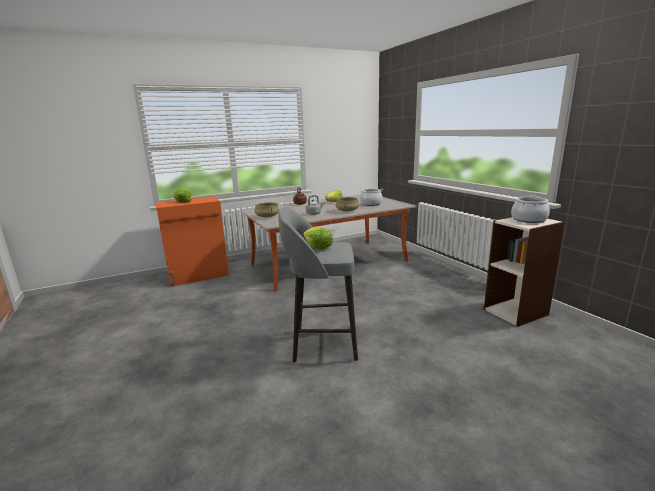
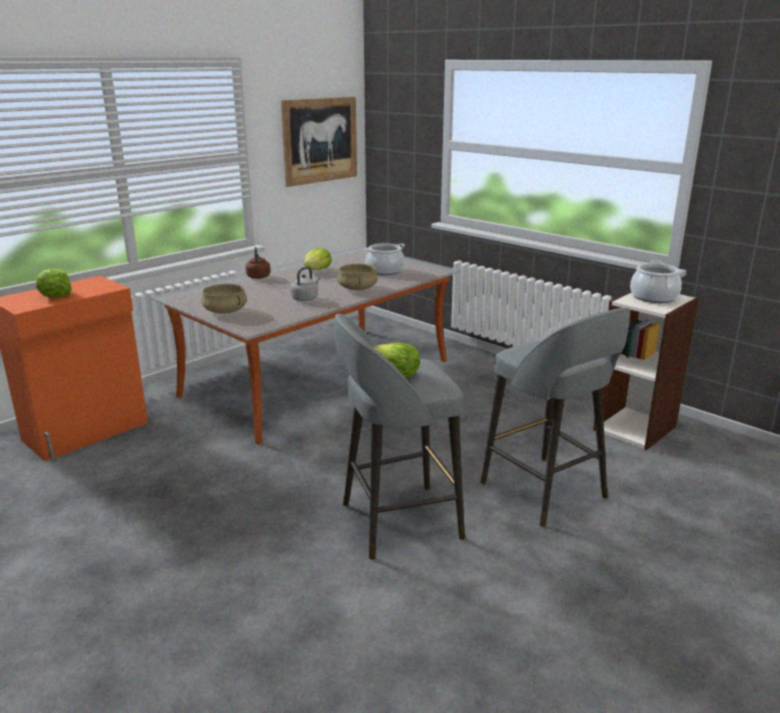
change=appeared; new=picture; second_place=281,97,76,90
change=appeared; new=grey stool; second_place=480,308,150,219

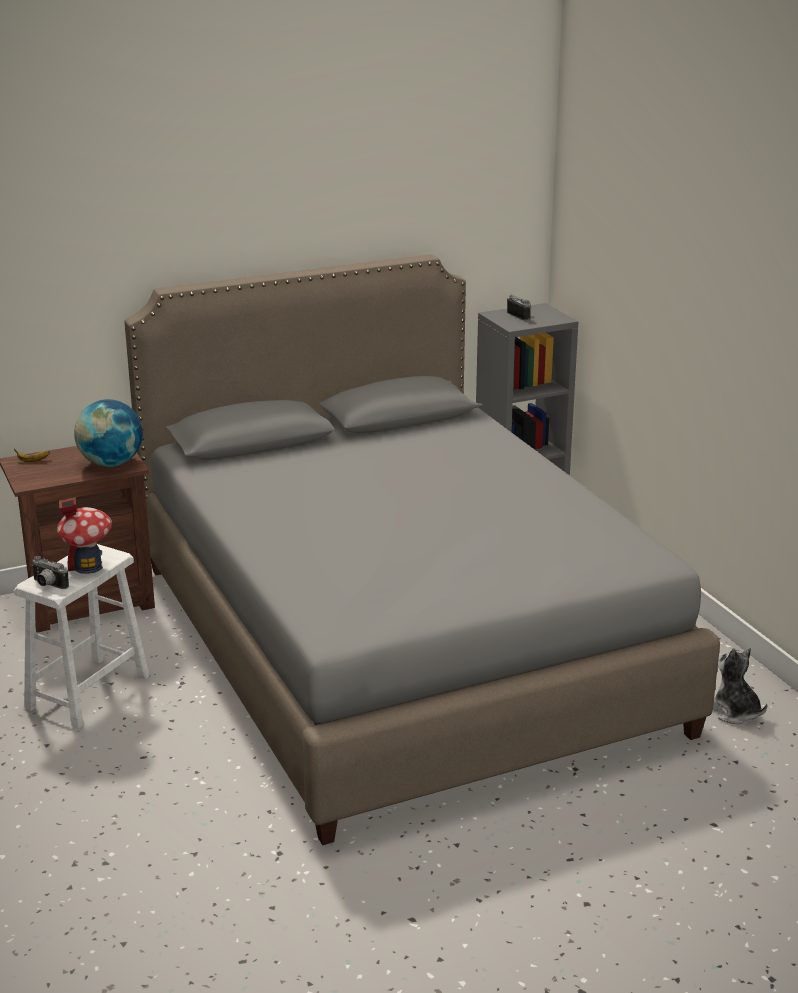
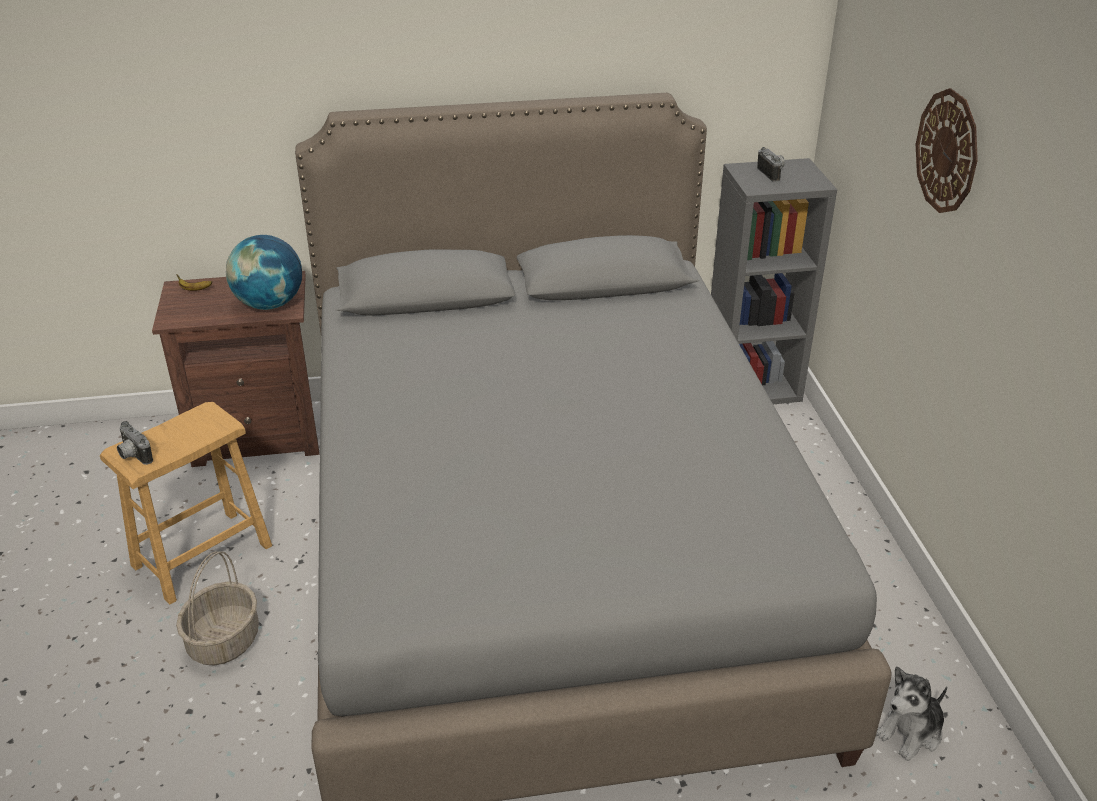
change=colour; old=white stool; new=brown stool; first_place=14,544,135,184; second_place=100,402,172,202
change=appeared; new=basket; second_place=176,551,83,114
change=spun; old=plush toy; first_place=713,648,54,76; second_place=876,666,71,95; degrees=-105
change=appeared; new=wall clock; second_place=916,88,62,125
change=missing; old=toy house; first_place=57,497,55,77

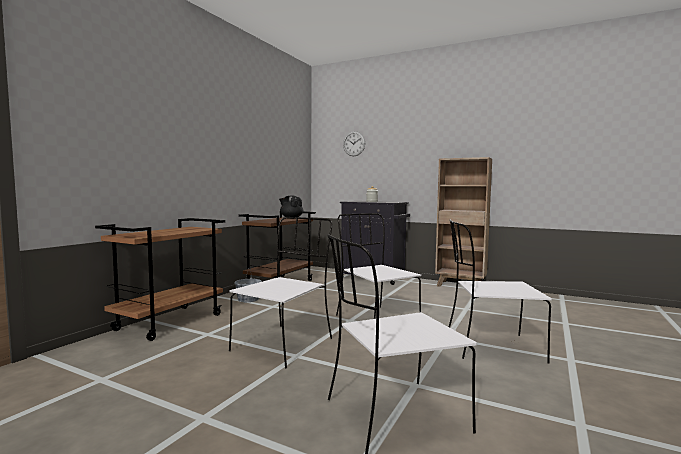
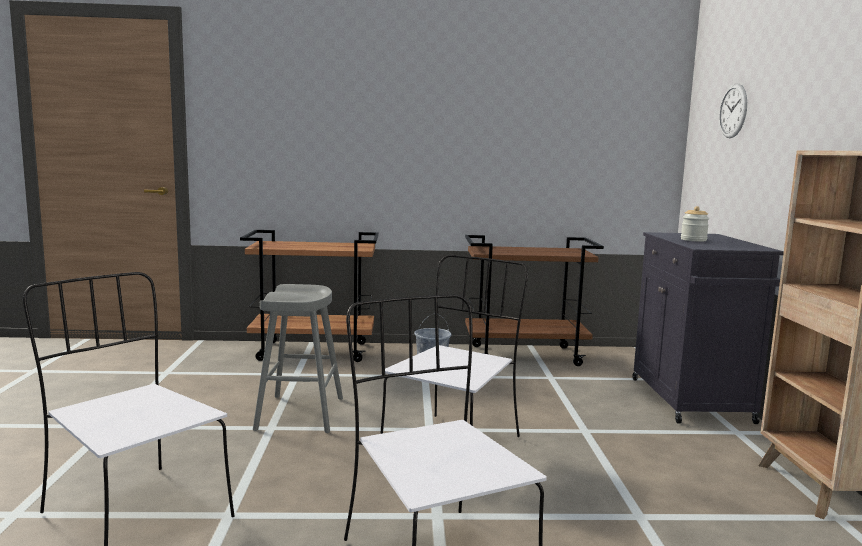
change=exchanged; old=white chair; new=grey stool; first_place=229,217,103,152; second_place=253,284,90,149
change=missing; old=black teapot; first_place=279,196,24,23

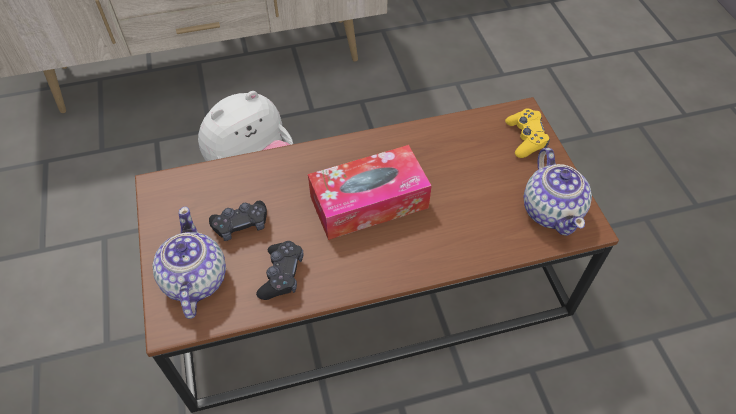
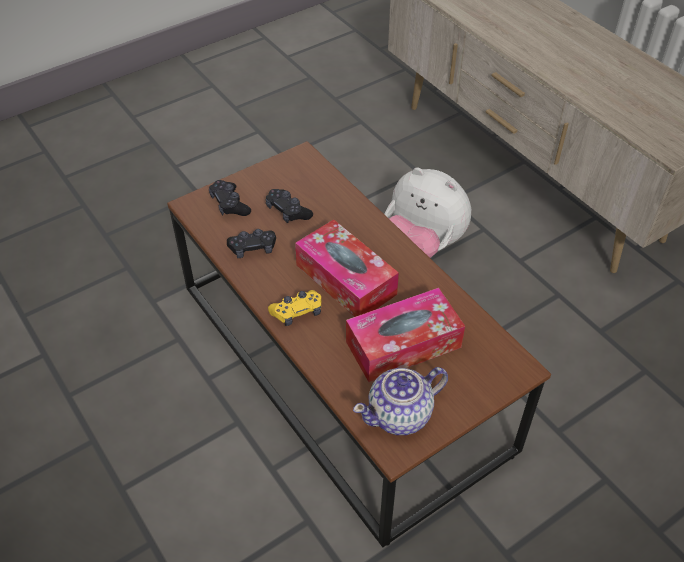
change=exchanged; old=teapot; new=black game controller; first_place=152,206,74,113; second_place=209,180,42,36
change=relocated; old=yellow game controller; first_place=505,108,45,50; second_place=268,290,53,36
change=appeared; new=tissue box; second_place=346,288,119,94

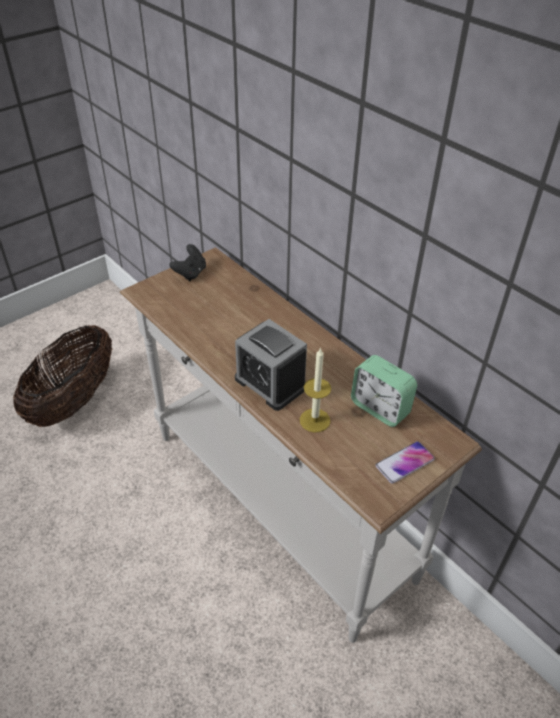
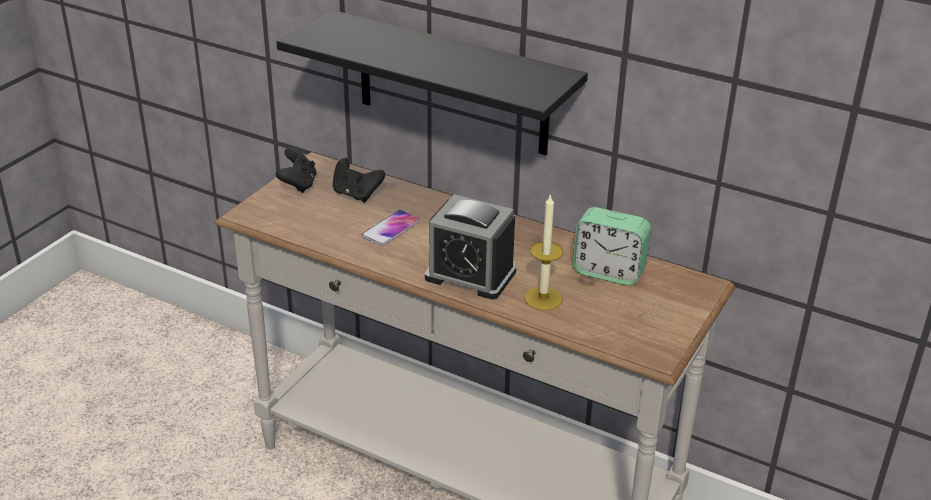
change=appeared; new=black shelf; second_place=277,10,311,145
change=appeared; new=black game controller; second_place=333,158,52,45
change=relocated; old=phone; first_place=376,441,59,43; second_place=361,210,59,36
change=missing; old=basket; first_place=13,325,99,102

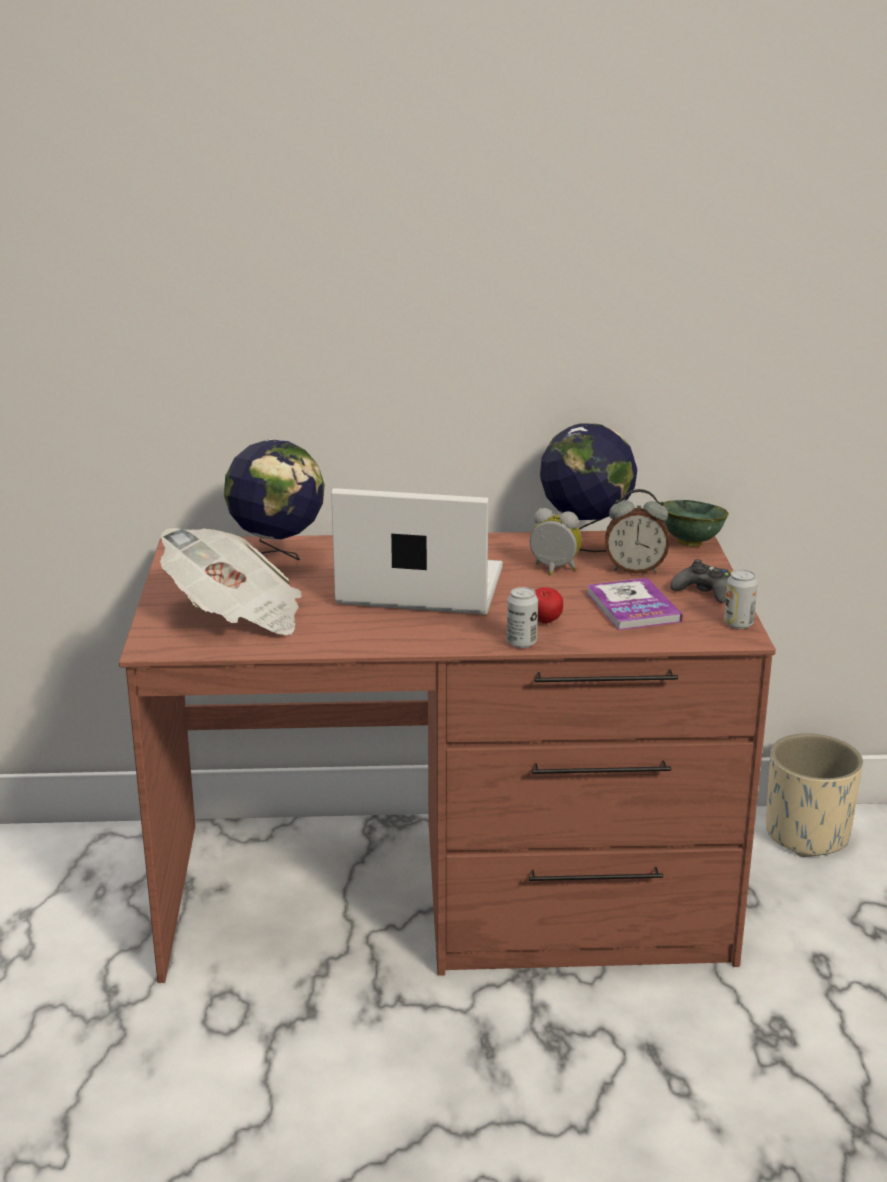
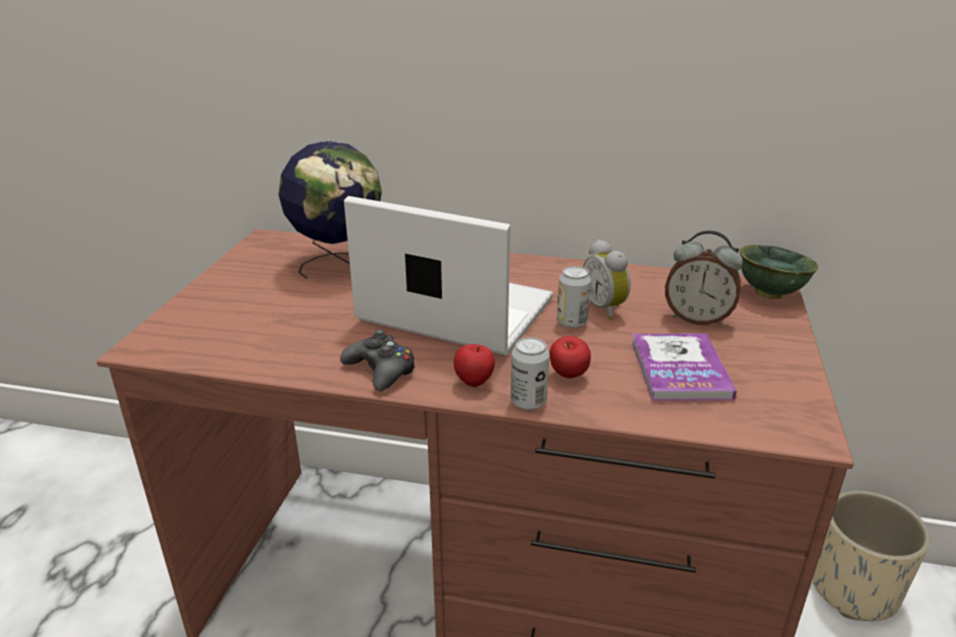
change=relocated; old=black game controller; first_place=670,559,61,44; second_place=340,329,75,62
change=appeared; new=apple; second_place=454,344,41,43
change=relocated; old=can; first_place=724,570,34,59; second_place=557,266,34,62
change=spun; old=alarm clock; first_place=530,508,52,67; second_place=583,239,48,81; degrees=-150
change=missing; old=newspaper; first_place=160,528,142,107
change=missing; old=globe; first_place=540,423,97,129

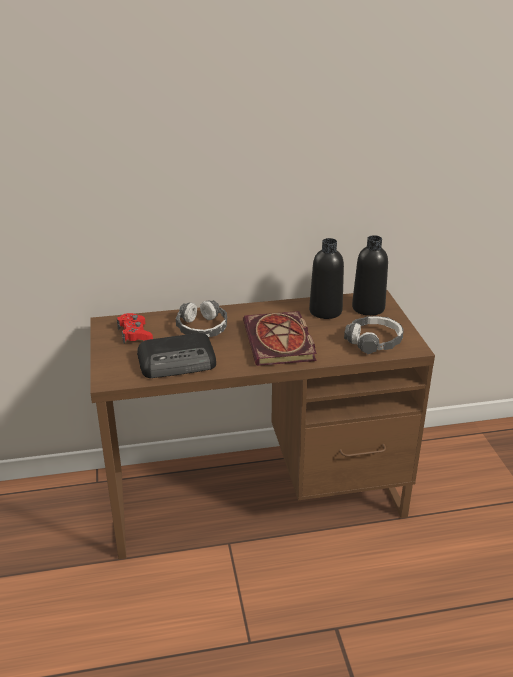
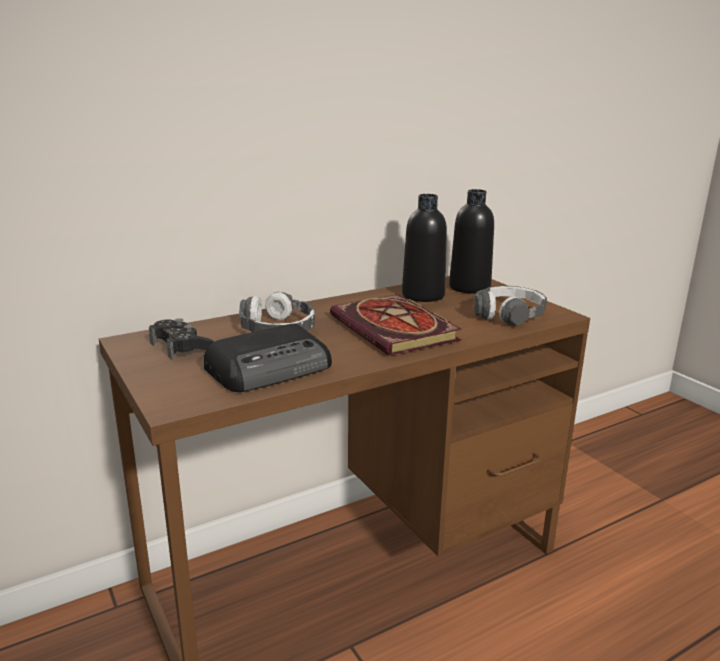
change=colour; old=red game controller; new=black game controller; first_place=117,313,36,30; second_place=149,318,65,41

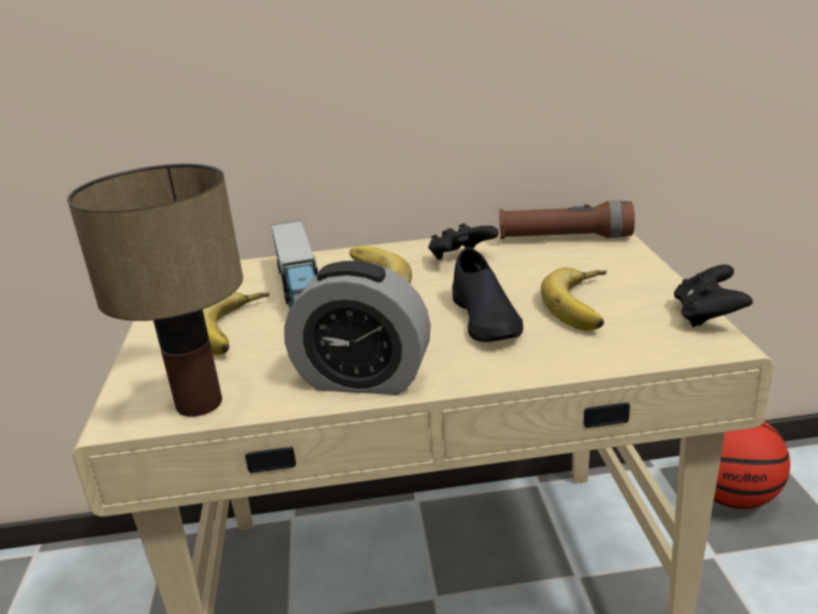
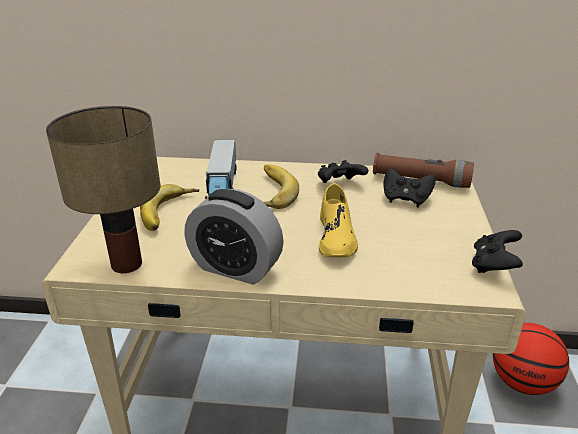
change=colour; old=black shoe; new=yellow shoe; first_place=452,247,71,95; second_place=319,183,39,74
change=appeared; new=black game controller; second_place=383,168,53,39
change=missing; old=banana; first_place=541,268,66,63

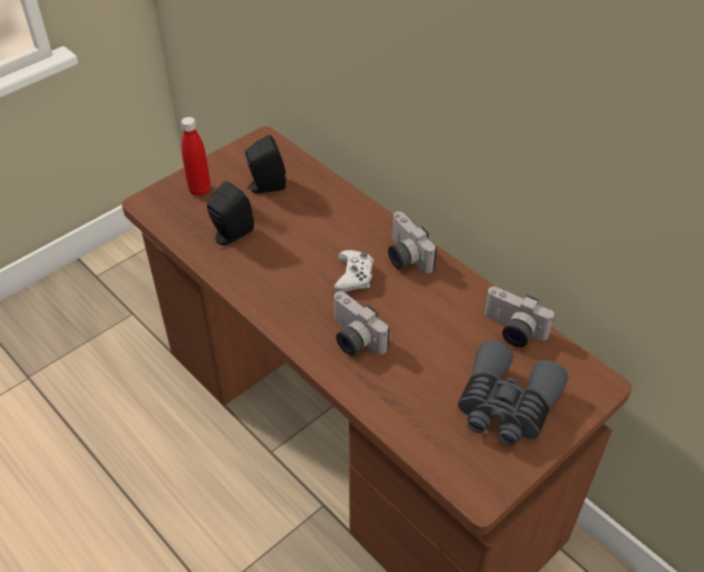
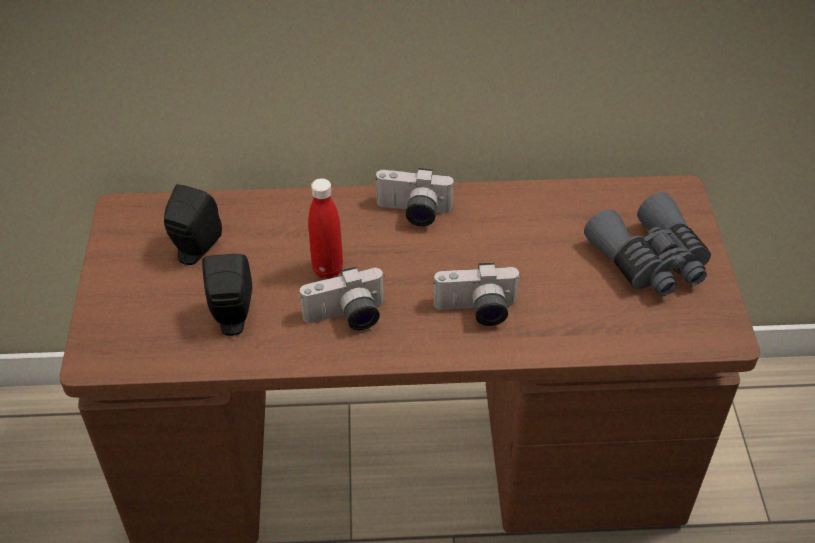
change=relocated; old=photo camera; first_place=484,287,70,60; second_place=300,267,85,63
change=relocated; old=red bottle; first_place=181,117,30,79; second_place=308,178,35,101
change=missing; old=white game controller; first_place=334,250,39,42

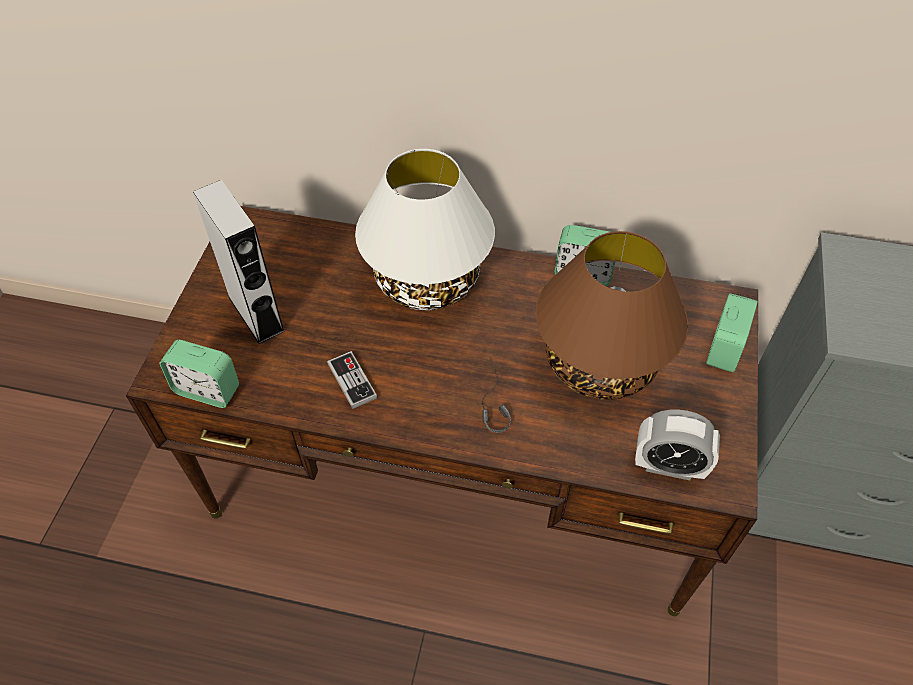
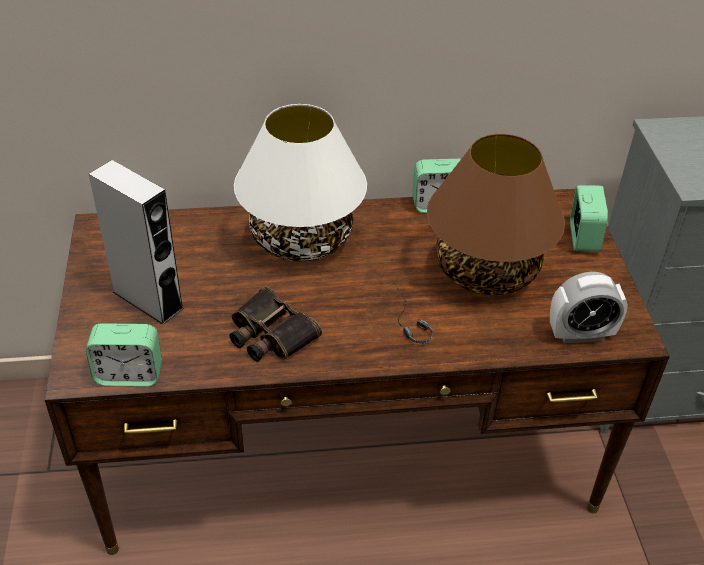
change=exchanged; old=game controller; new=binoculars; first_place=327,351,50,58; second_place=229,287,93,75

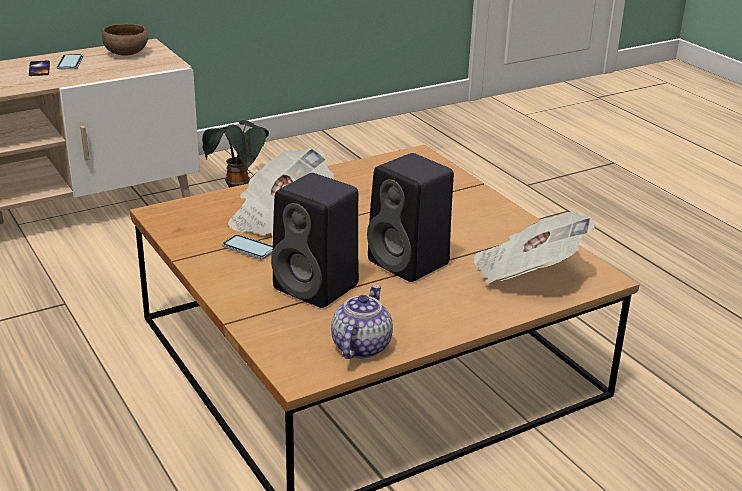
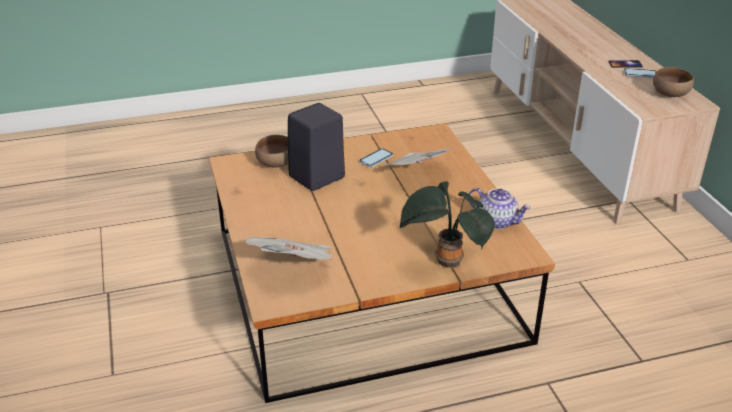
change=appeared; new=brown bowl; second_place=255,135,33,32
change=relocated; old=potted plant; first_place=202,120,67,68; second_place=399,181,96,87
change=relocated; old=teapot; first_place=331,285,62,74; second_place=469,188,62,41
change=missing; old=black speaker; first_place=367,153,87,129

